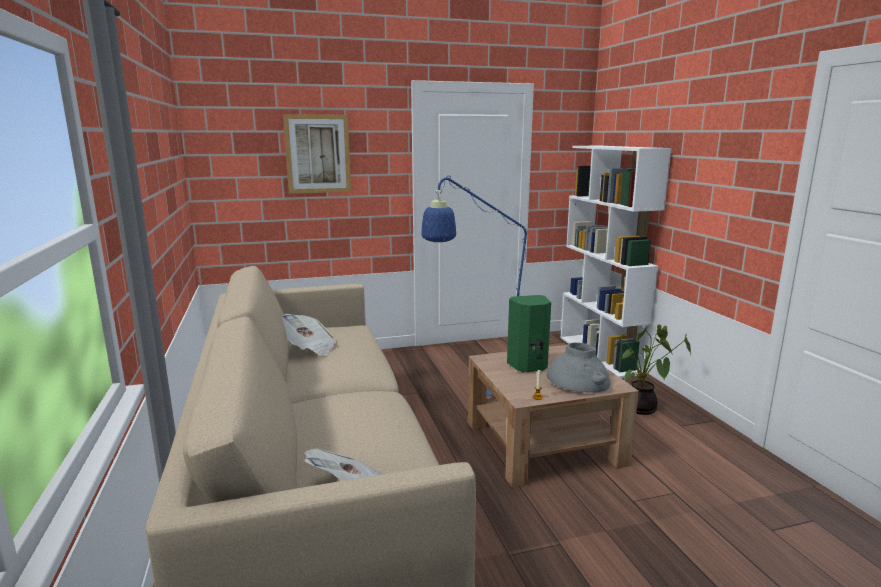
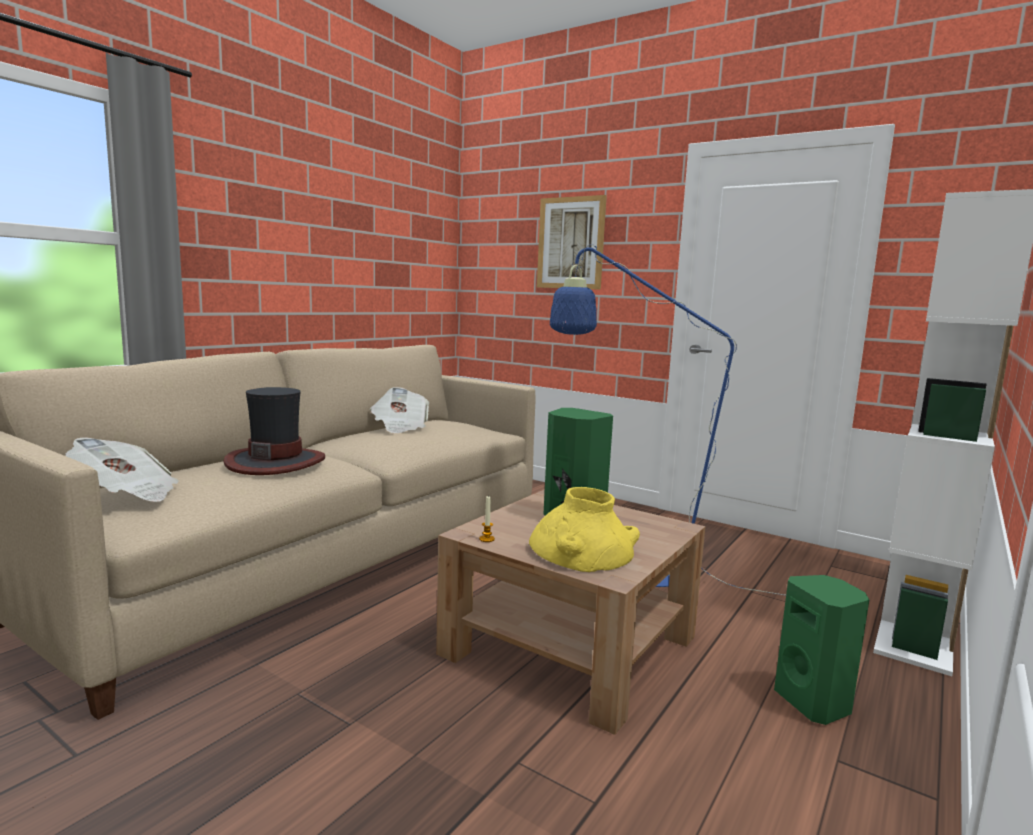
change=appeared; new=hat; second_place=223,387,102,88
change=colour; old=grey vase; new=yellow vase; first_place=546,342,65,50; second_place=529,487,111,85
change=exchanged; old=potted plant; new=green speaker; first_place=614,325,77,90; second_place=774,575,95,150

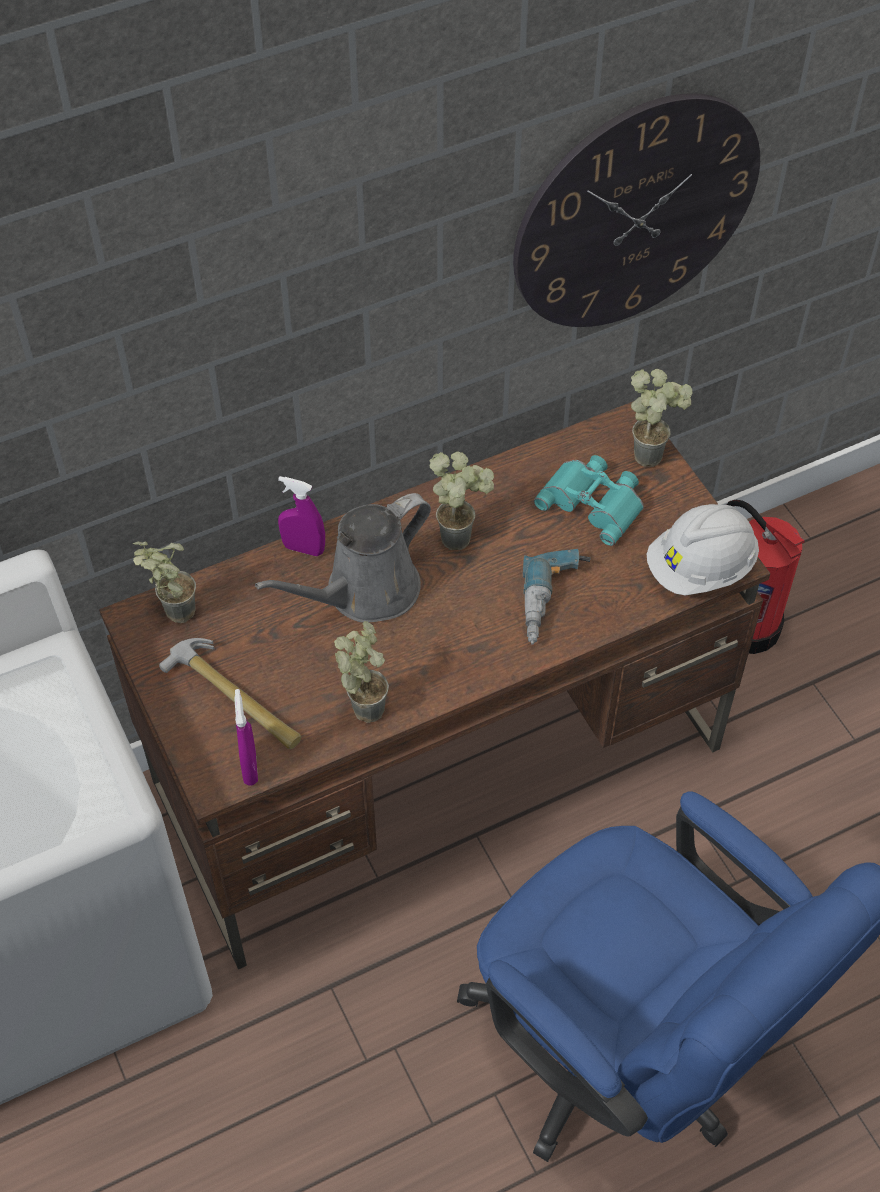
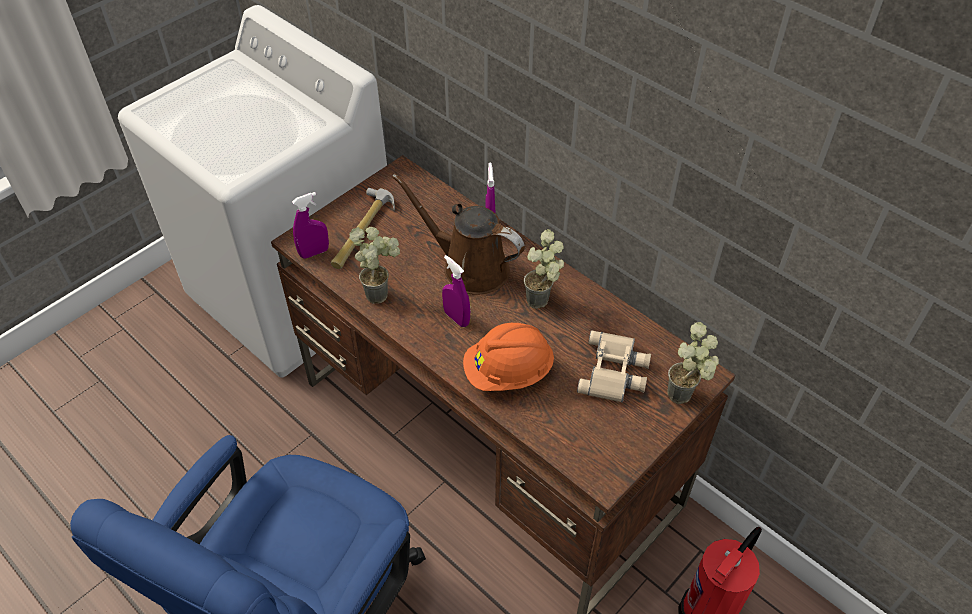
change=colour; old=grey watering can; new=brown watering can; first_place=255,493,176,130; second_place=392,174,133,121
change=appeared; new=purple spray bottle; second_place=442,255,28,72
change=exchanged; old=power drill; new=orange hard hat; first_place=523,549,68,96; second_place=463,323,91,68
change=colour; old=turquoise binoculars; new=beige binoculars; first_place=534,455,110,91; second_place=577,330,74,73
change=missing; old=potted plant; first_place=132,542,64,81
change=missing; old=wall clock; first_place=513,93,247,234
change=missing; old=white hard hat; first_place=647,504,112,91

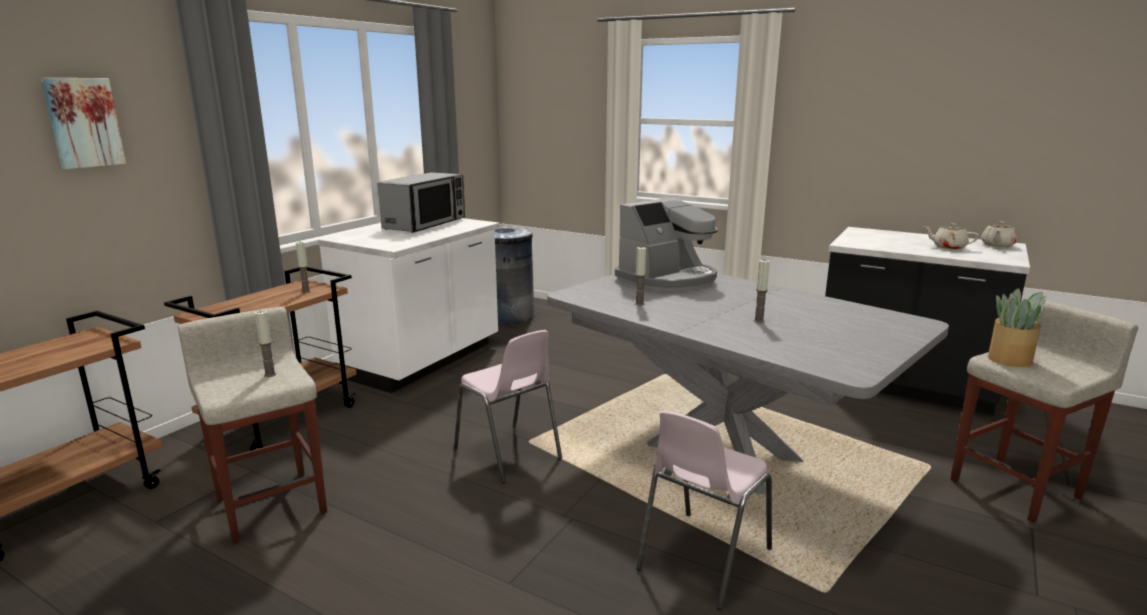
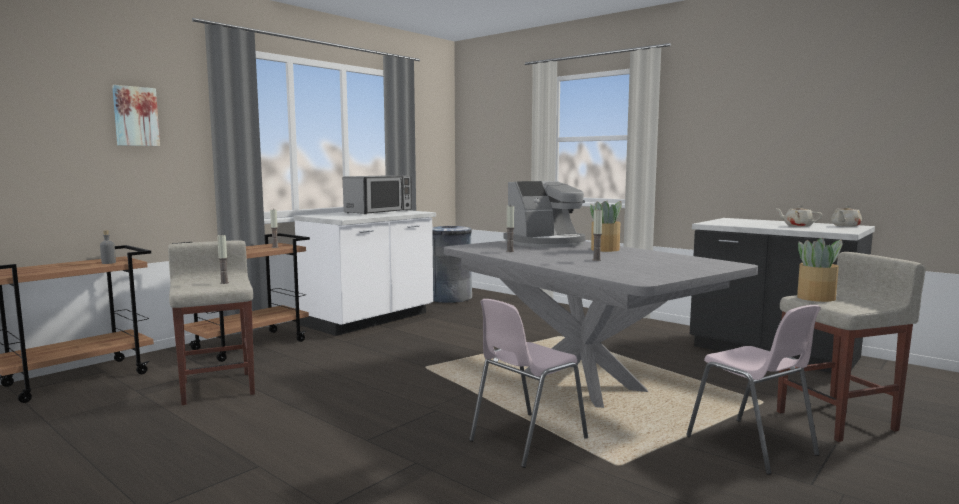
change=appeared; new=grey bottle; second_place=100,230,16,34
change=appeared; new=potted plant; second_place=590,201,32,51
change=relocated; old=pink chair; first_place=454,330,108,153; second_place=686,305,135,170

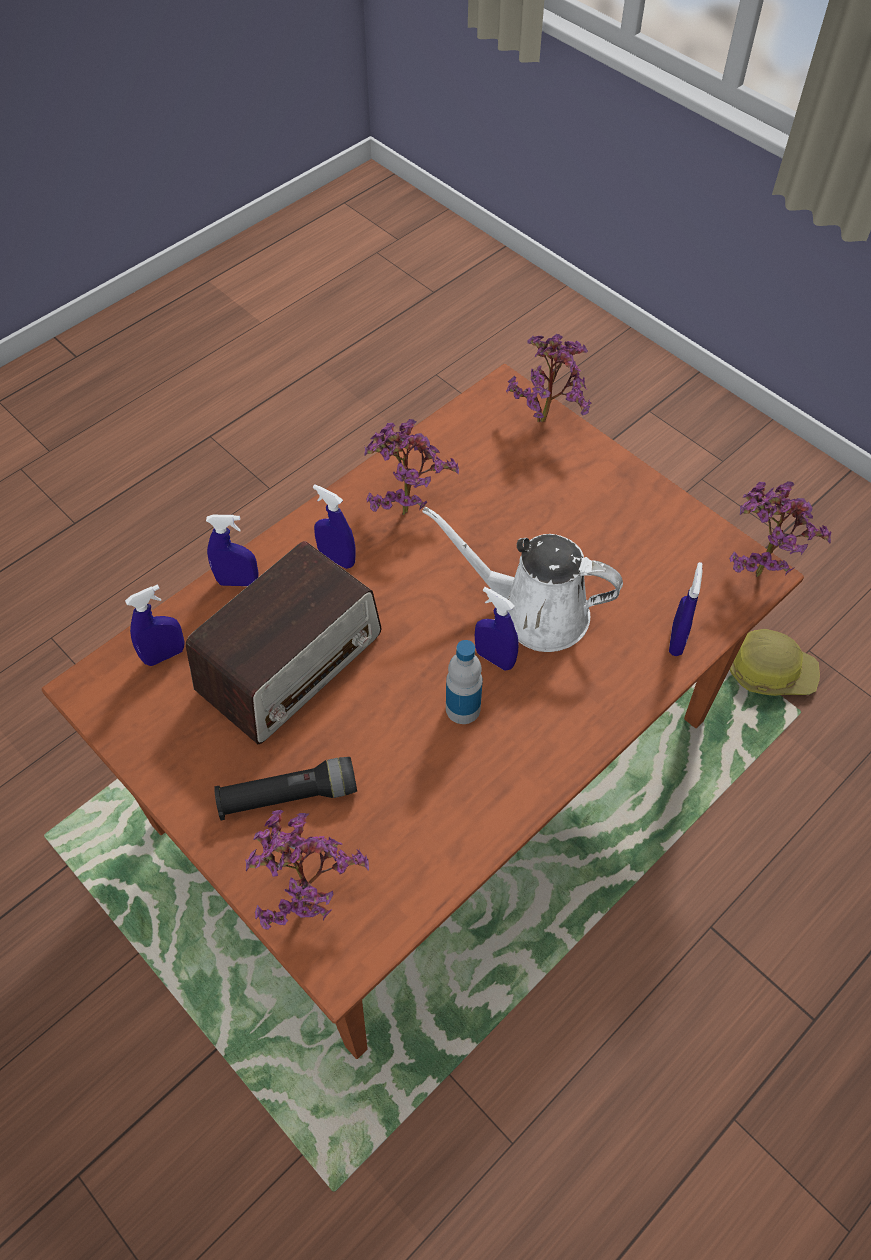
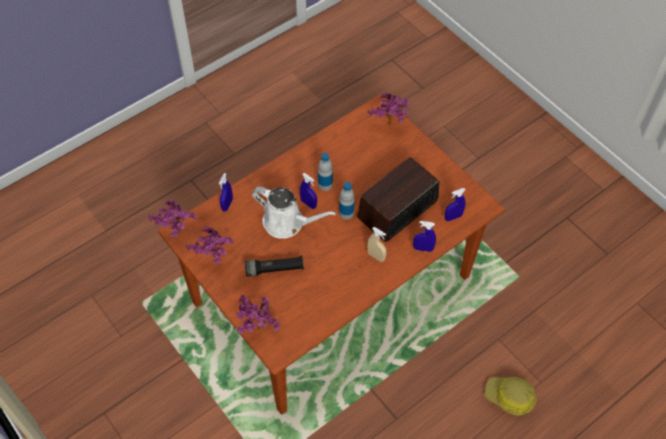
change=relocated; old=potted plant; first_place=364,419,95,96; second_place=186,226,48,38
change=relocated; old=black flashlight; first_place=214,757,143,63; second_place=245,255,59,22
change=appeared; new=bottle; second_place=339,182,16,38
change=colour; old=blue spray bottle; new=beige spray bottle; first_place=313,484,43,85; second_place=367,227,20,35
change=relocated; old=hard hat; first_place=730,629,90,67; second_place=485,377,51,39

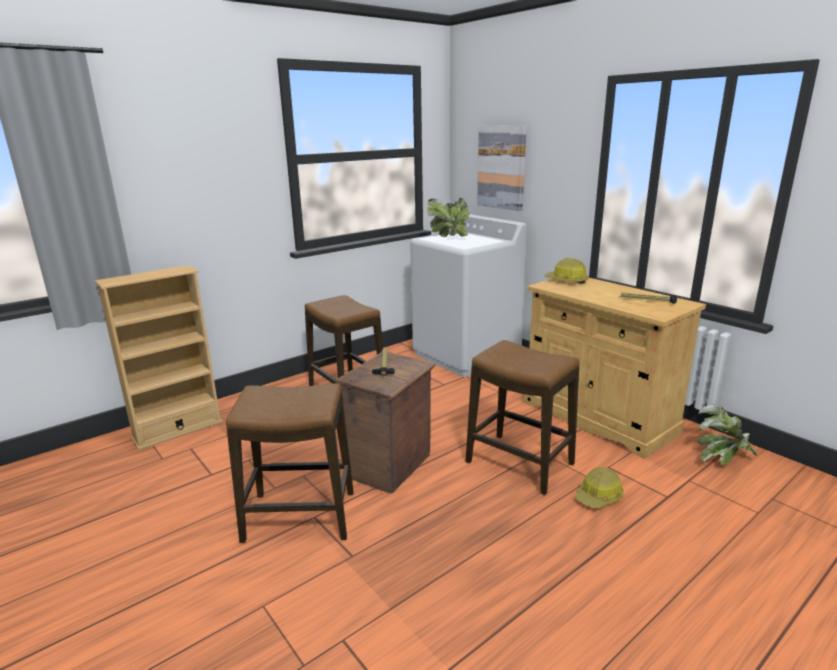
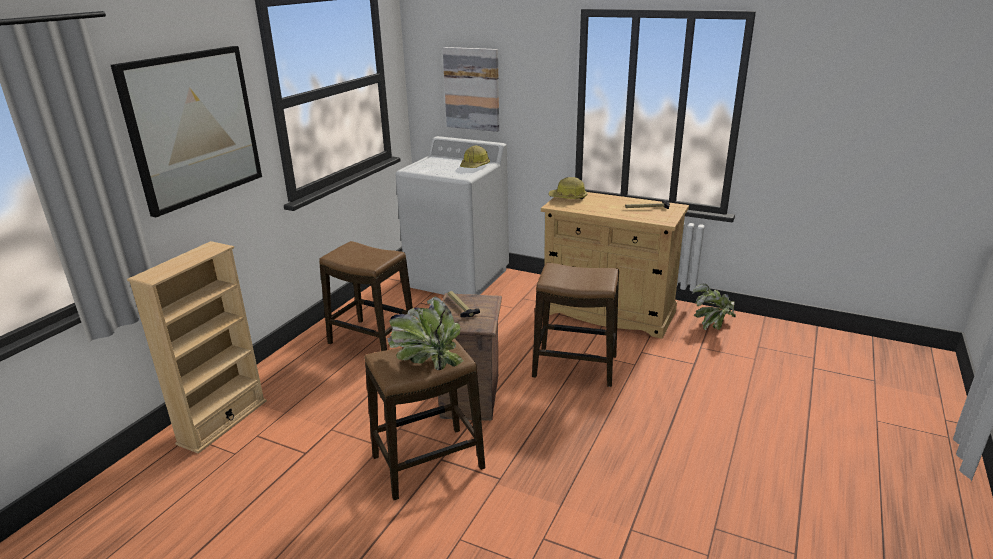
change=appeared; new=picture; second_place=111,46,151,171
change=relocated; old=potted plant; first_place=427,198,43,39; second_place=387,297,76,73
change=relocated; old=hard hat; first_place=575,467,49,42; second_place=460,146,30,22

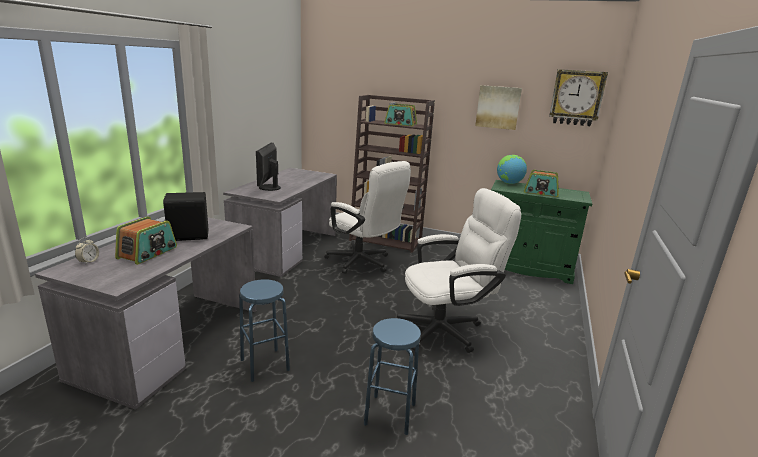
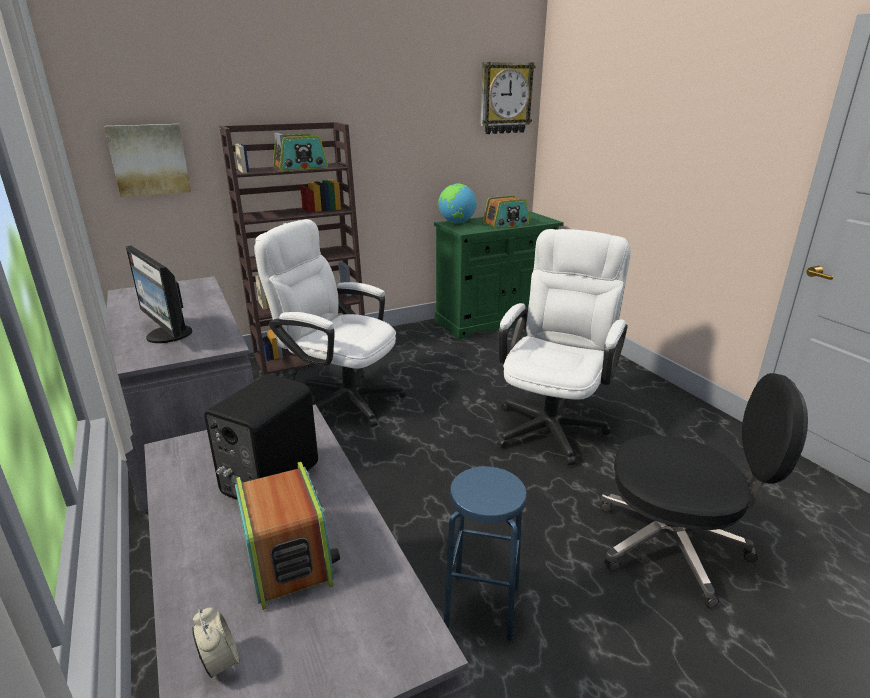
change=relocated; old=picture; first_place=475,85,47,45; second_place=104,124,87,73
change=spun; old=white office chair; first_place=324,161,87,113; second_place=254,219,152,208; degrees=-150
change=exchanged; old=blue stool; new=black office chair; first_place=364,318,57,117; second_place=600,373,208,235

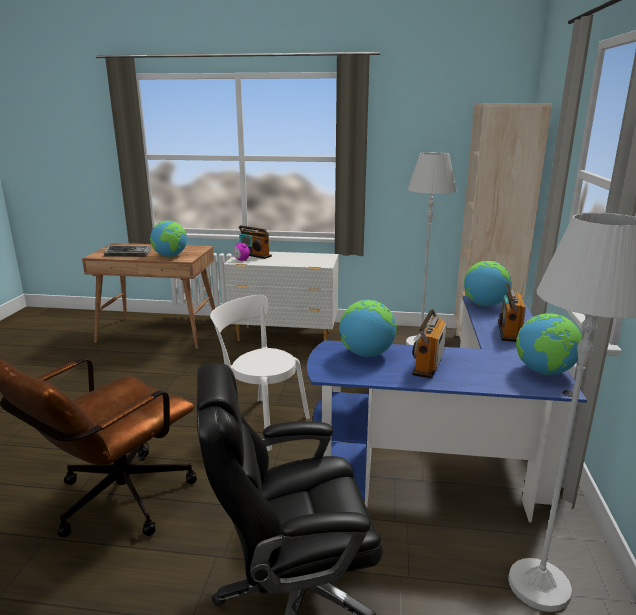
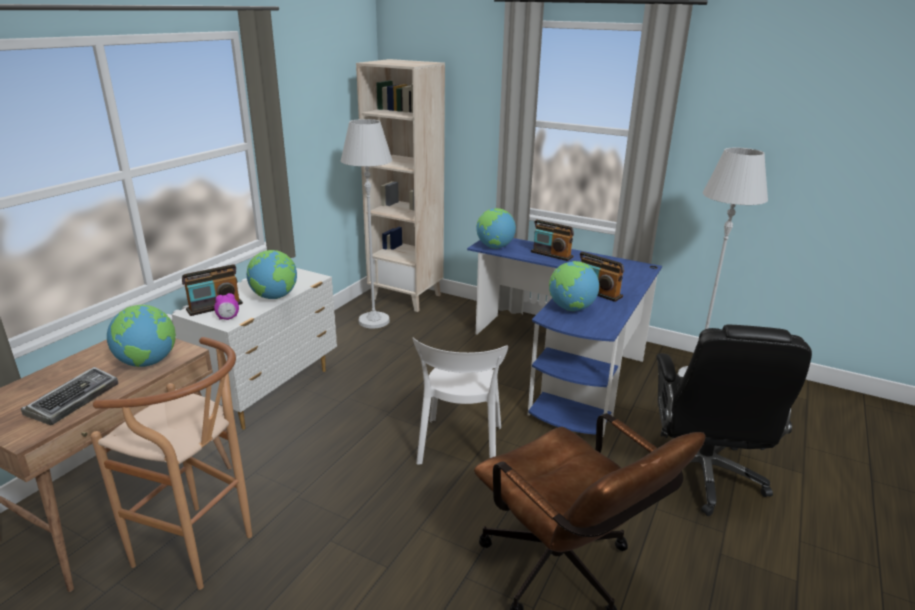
change=appeared; new=brown stool; second_place=91,337,161,253
change=relocated; old=globe; first_place=516,313,66,62; second_place=247,250,50,49
change=spun; old=white chair; first_place=210,295,100,156; second_place=412,338,96,126; degrees=-45

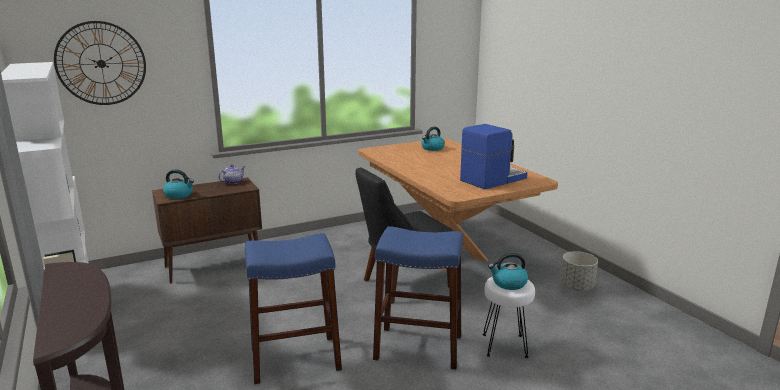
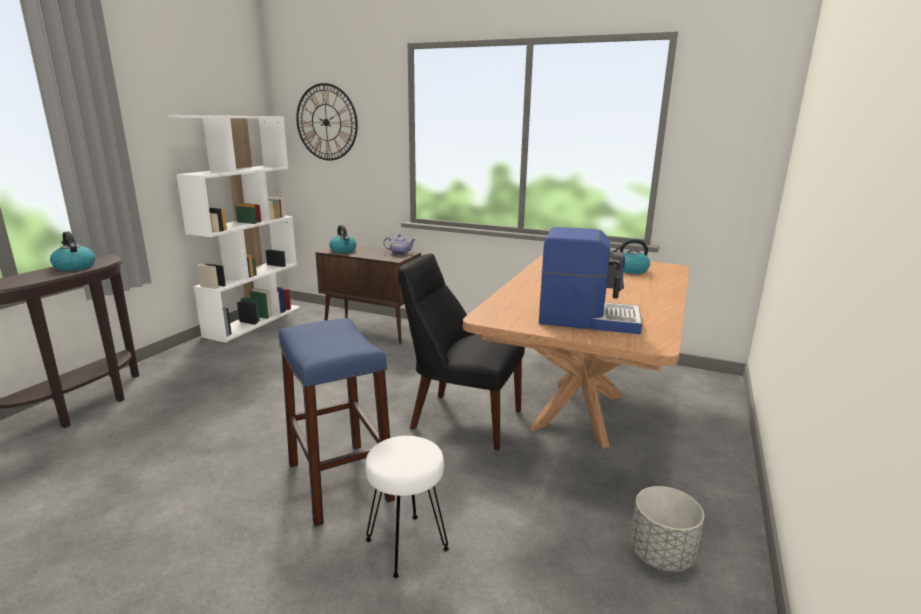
change=relocated; old=kettle; first_place=488,253,40,37; second_place=50,231,45,40
change=missing; old=blue stool; first_place=245,233,97,151

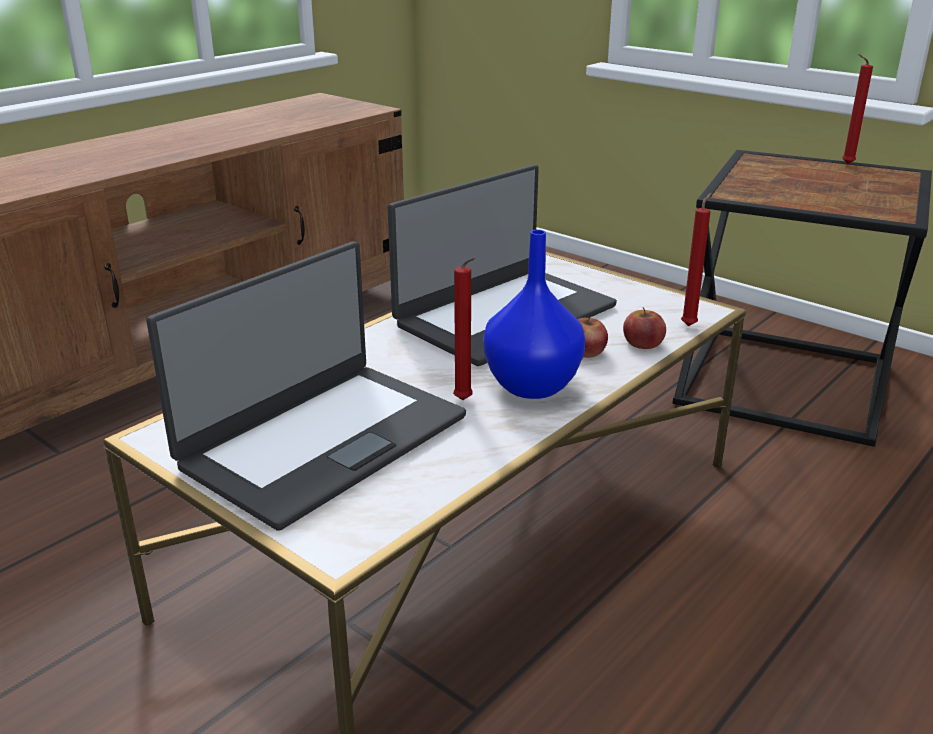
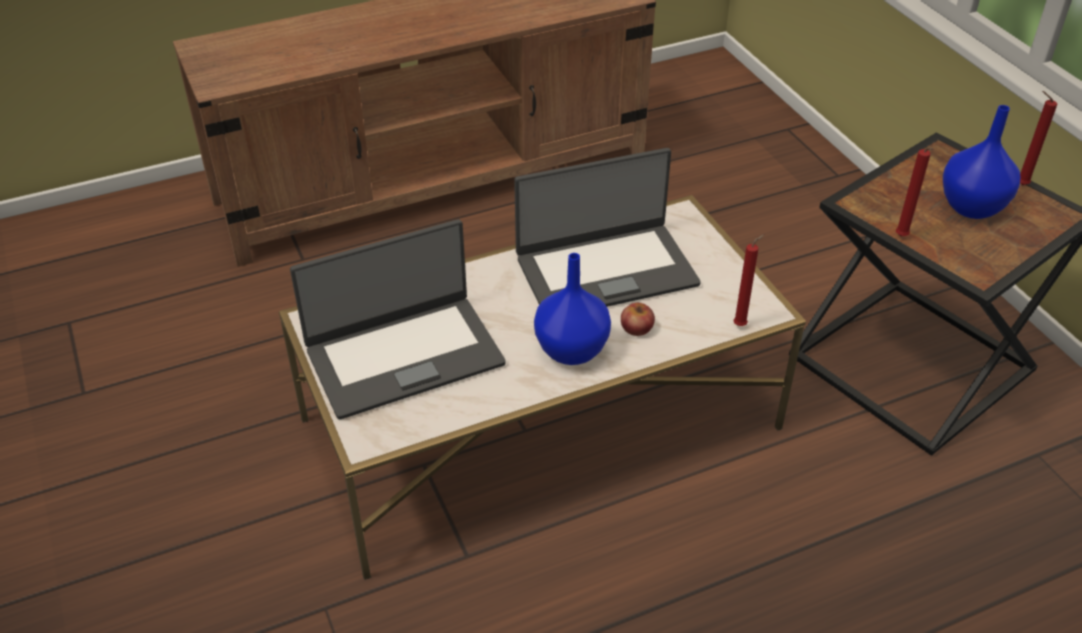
change=relocated; old=red candle; first_place=453,258,22,142; second_place=896,148,39,89
change=appeared; new=blue vase; second_place=943,105,77,114
change=missing; old=apple; first_place=623,307,43,42

